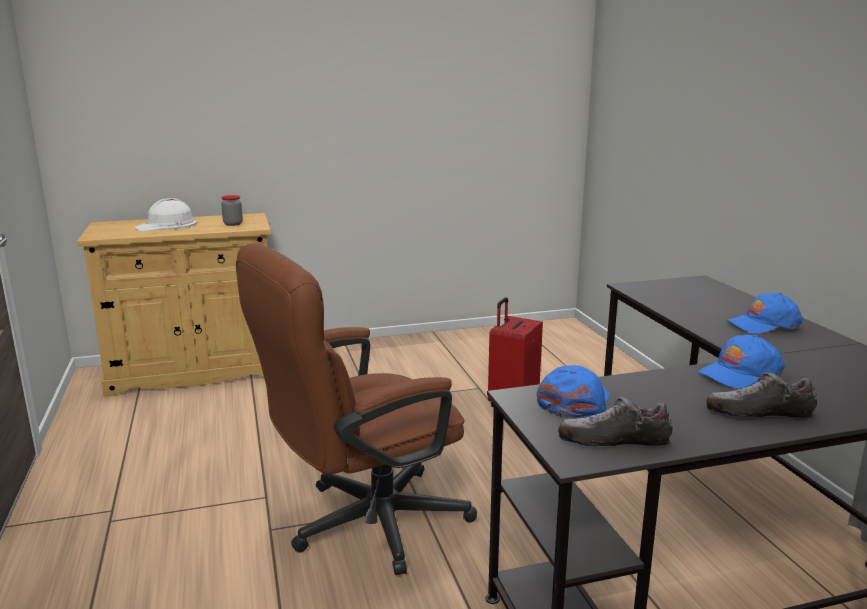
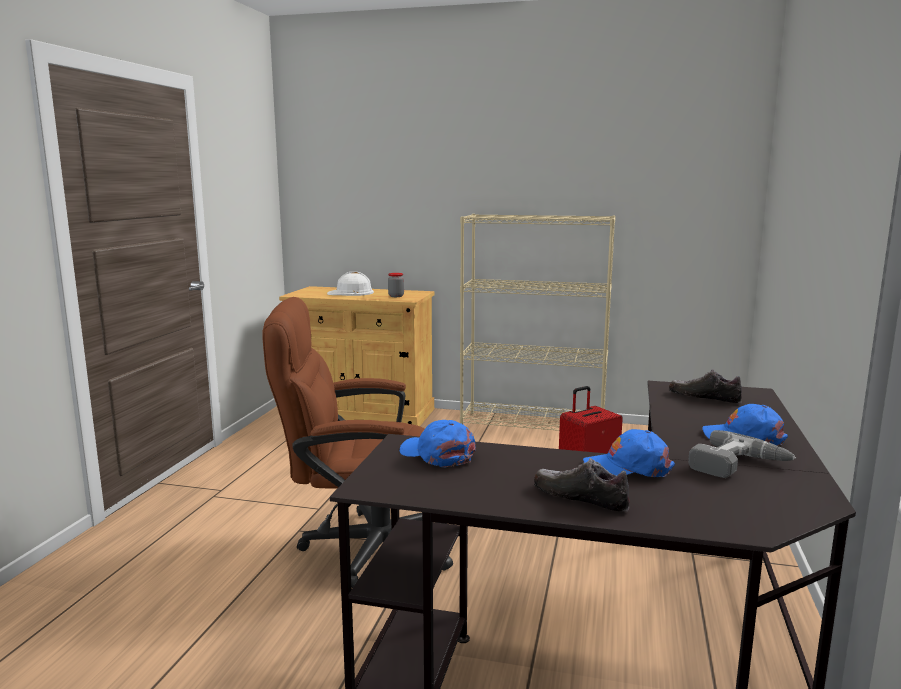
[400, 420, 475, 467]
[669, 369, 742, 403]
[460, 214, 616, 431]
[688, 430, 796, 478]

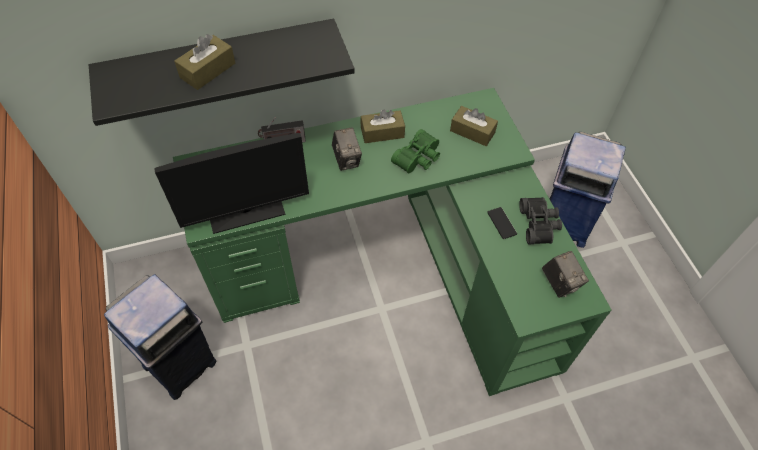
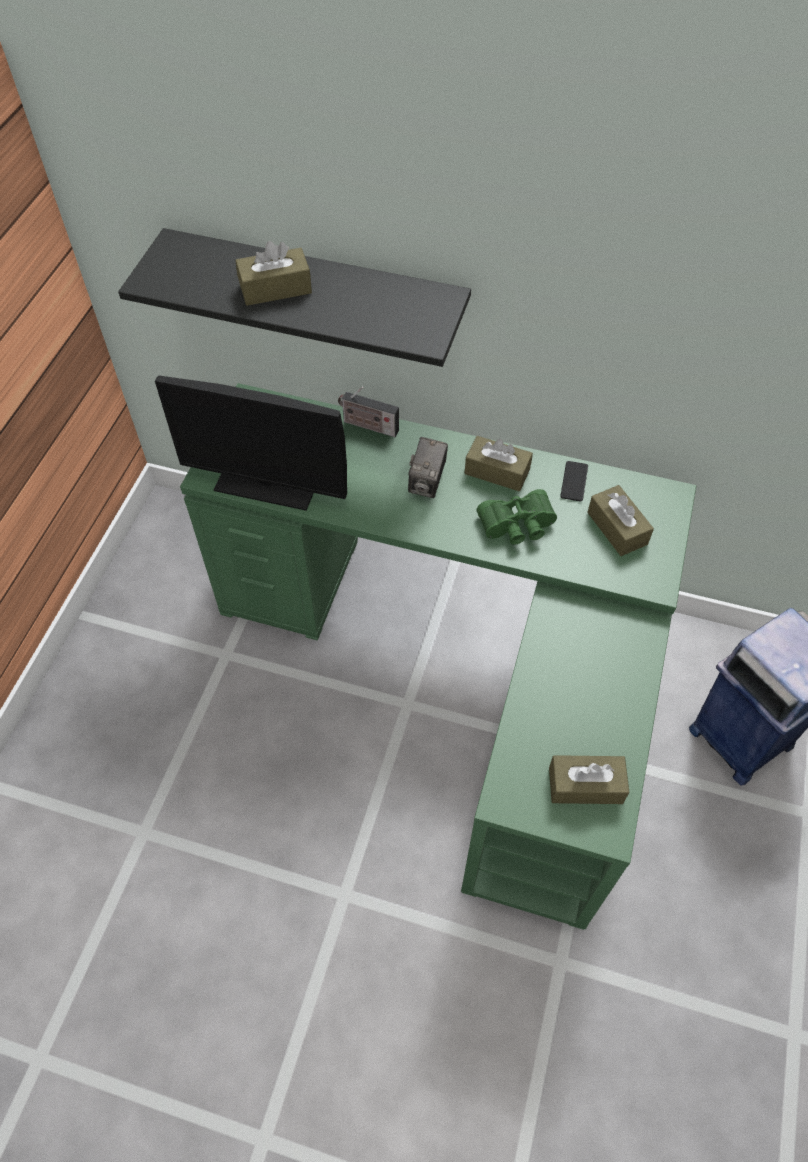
[104, 274, 216, 400] (first image)
[560, 461, 588, 502]
[519, 197, 562, 244] (first image)
[549, 755, 629, 804]

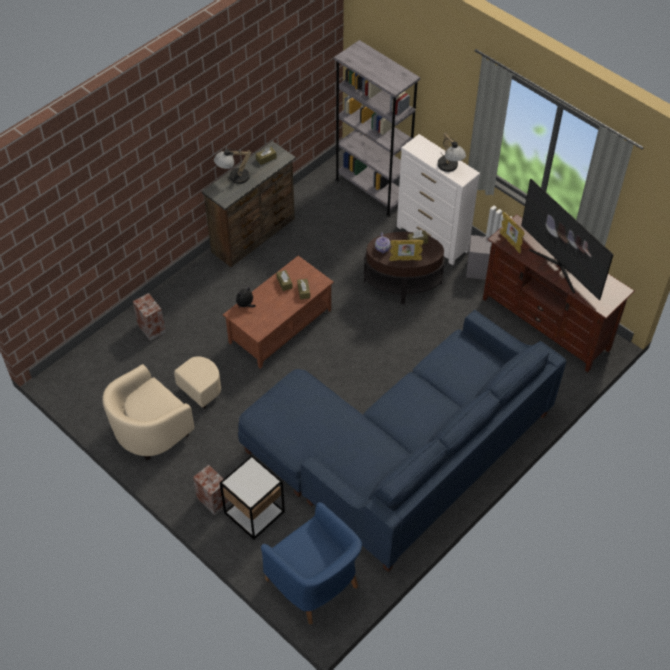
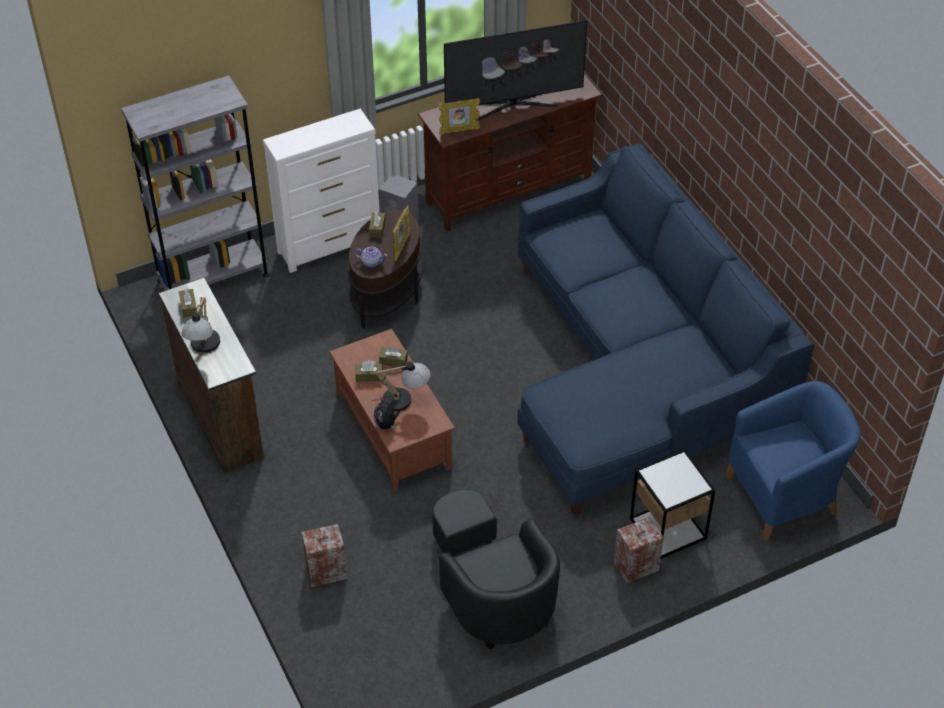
[432, 489, 560, 650]
[376, 362, 431, 412]

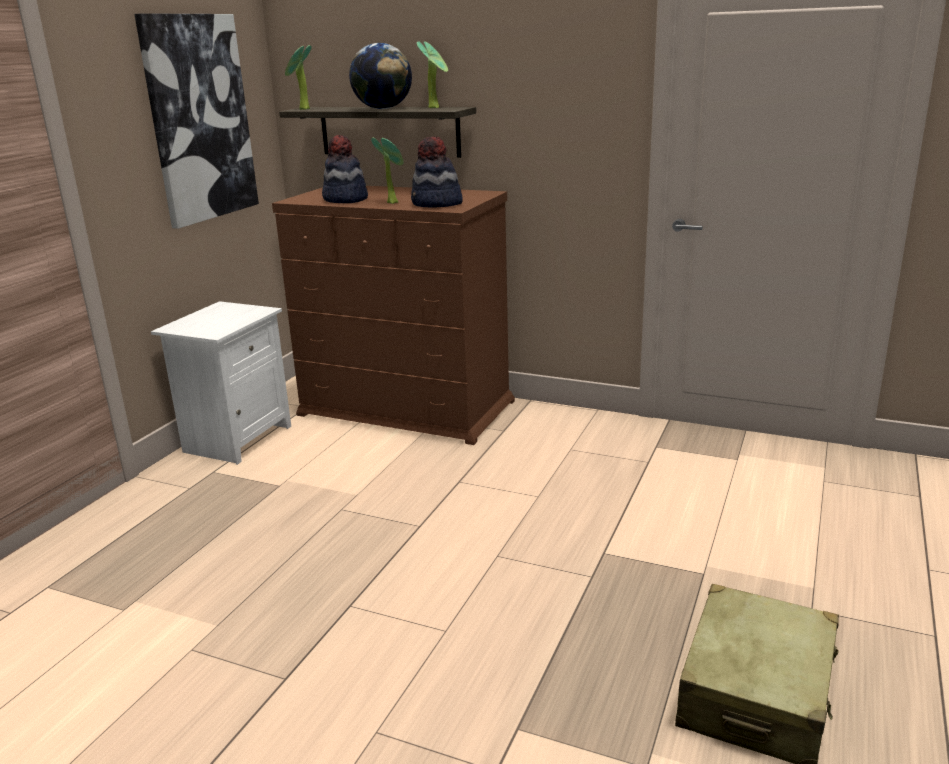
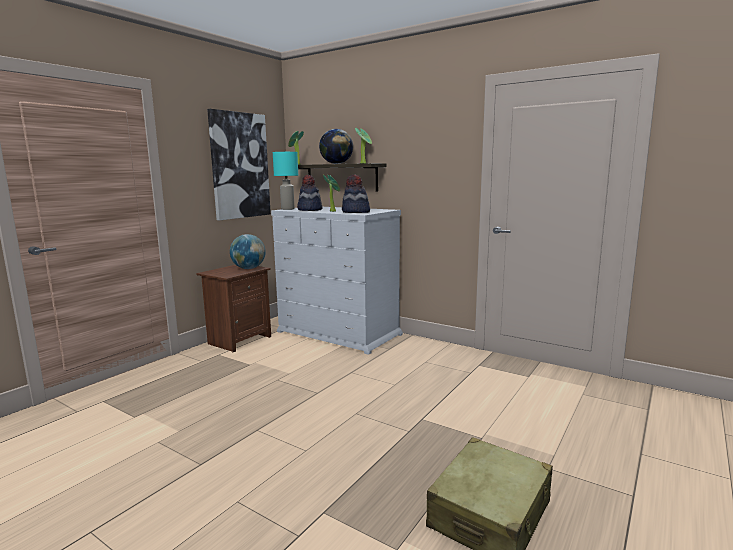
[196, 265, 271, 352]
[271, 207, 403, 355]
[230, 234, 266, 269]
[273, 152, 298, 210]

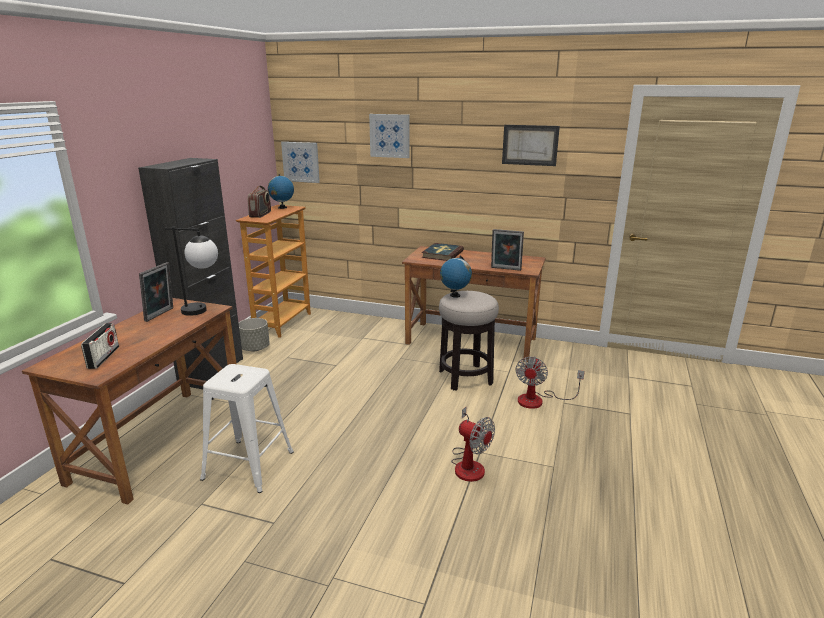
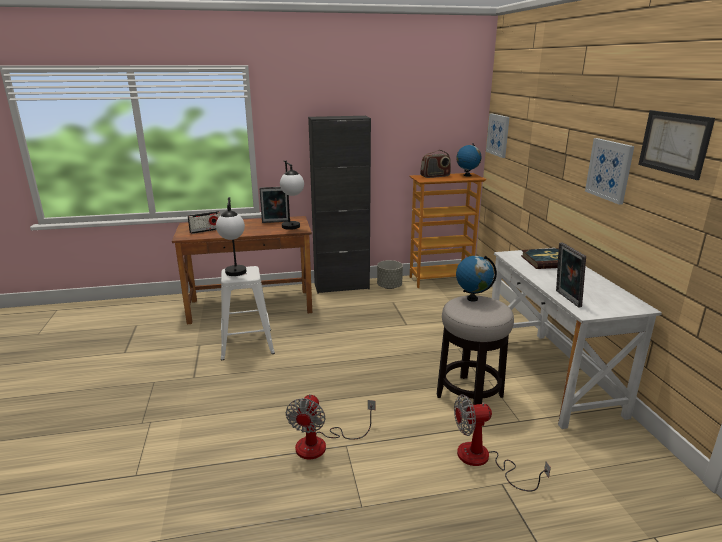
[585, 138, 634, 205]
[492, 248, 662, 429]
[216, 197, 246, 276]

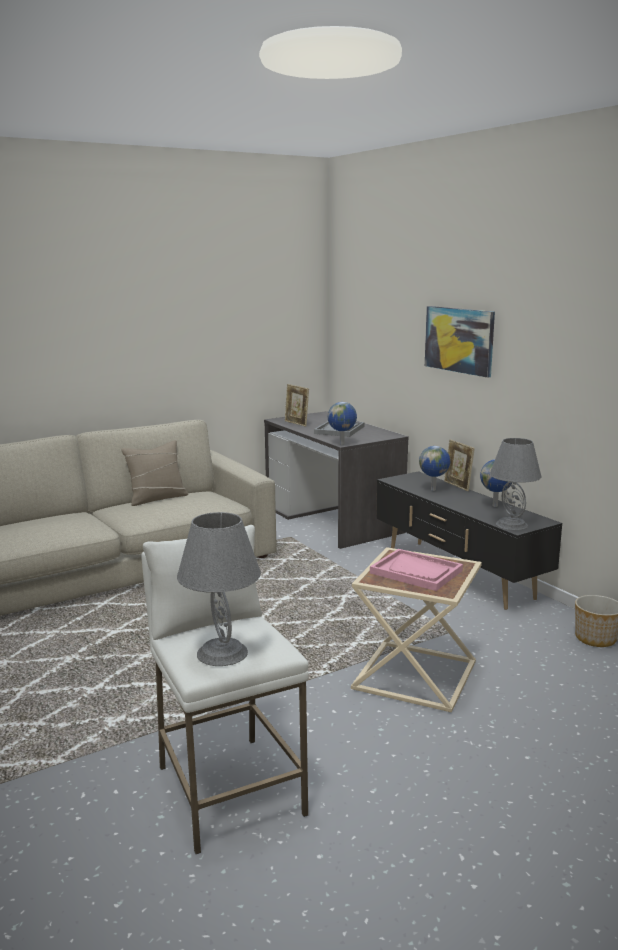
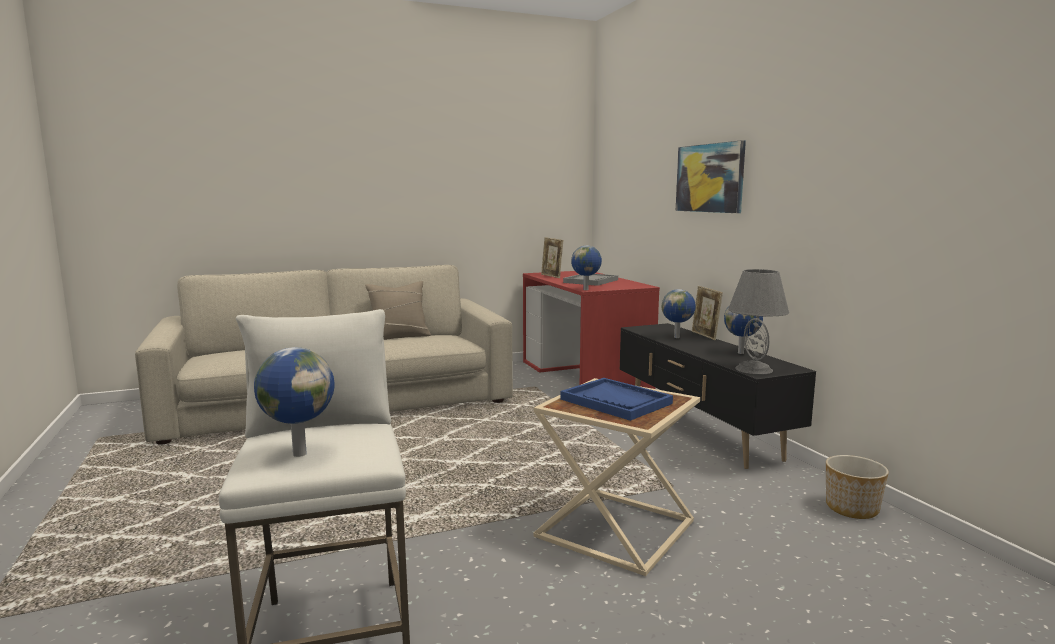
[254, 347, 334, 457]
[523, 271, 660, 389]
[560, 378, 673, 421]

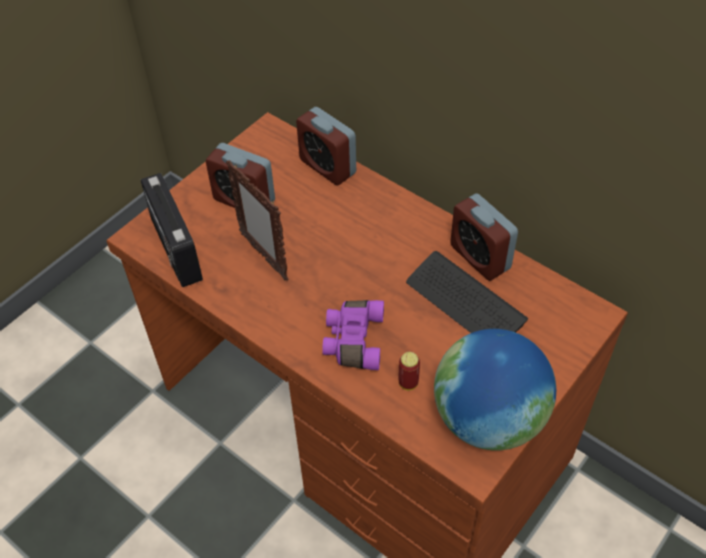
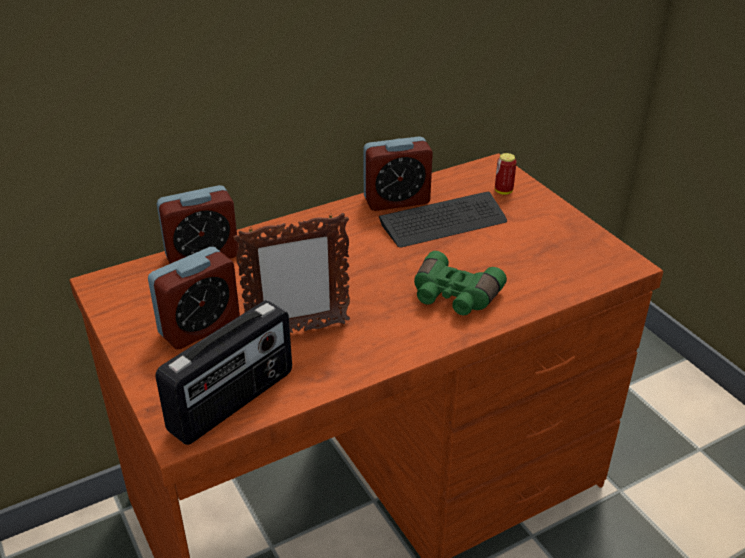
[155, 300, 292, 445]
[414, 251, 507, 315]
[495, 153, 517, 195]
[434, 329, 556, 451] (first image)

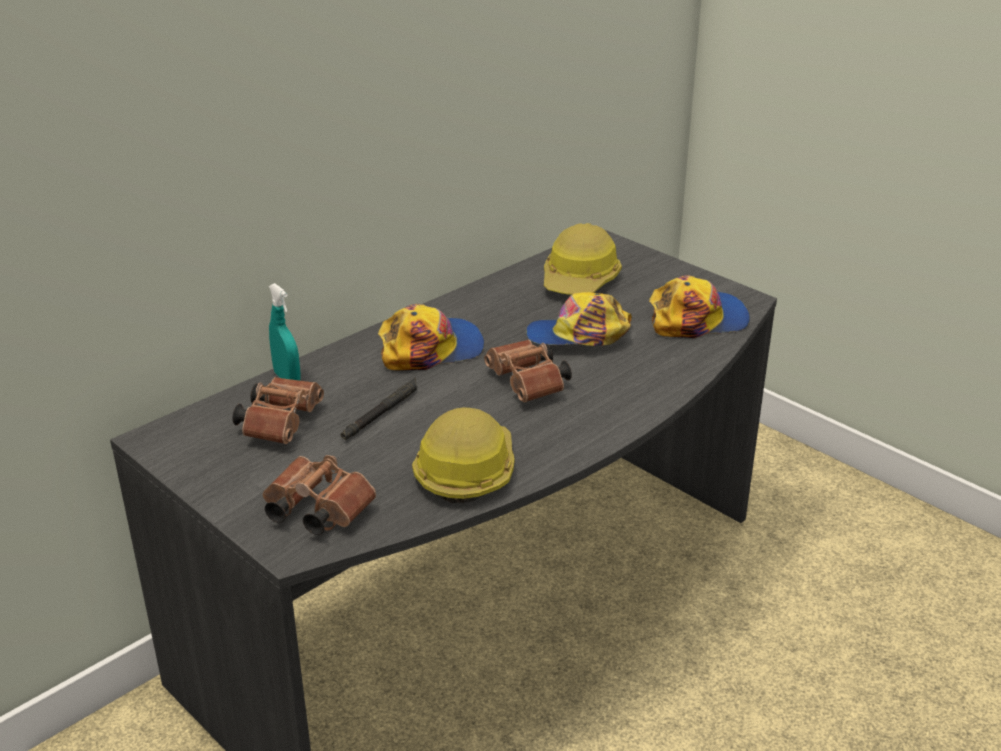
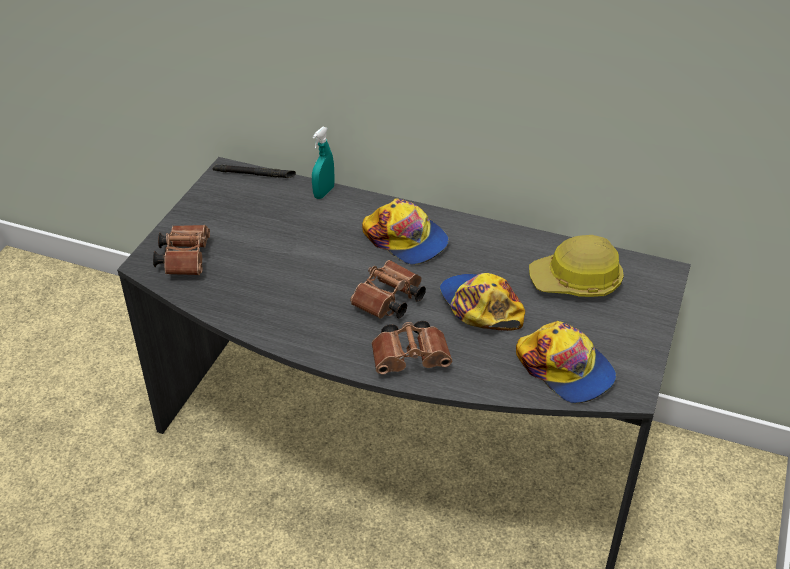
[372, 321, 452, 374]
[213, 164, 296, 178]
[412, 407, 515, 503] (first image)

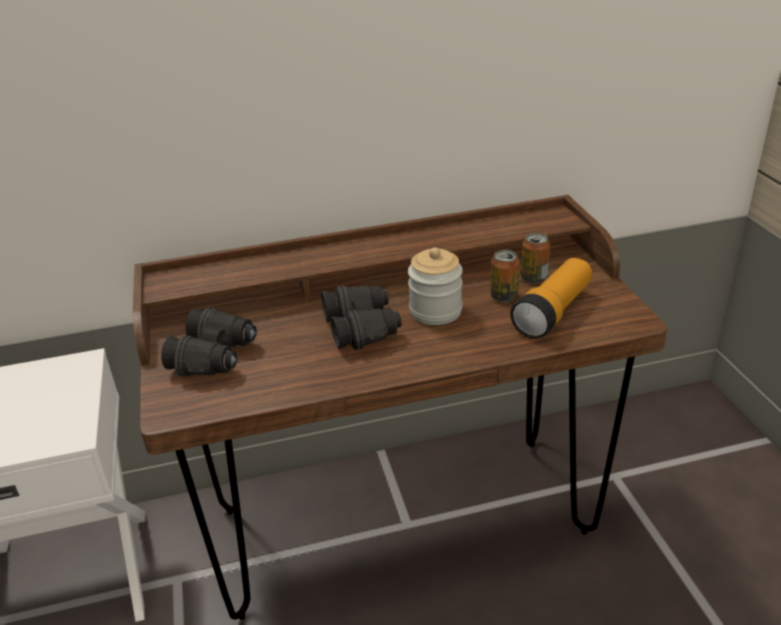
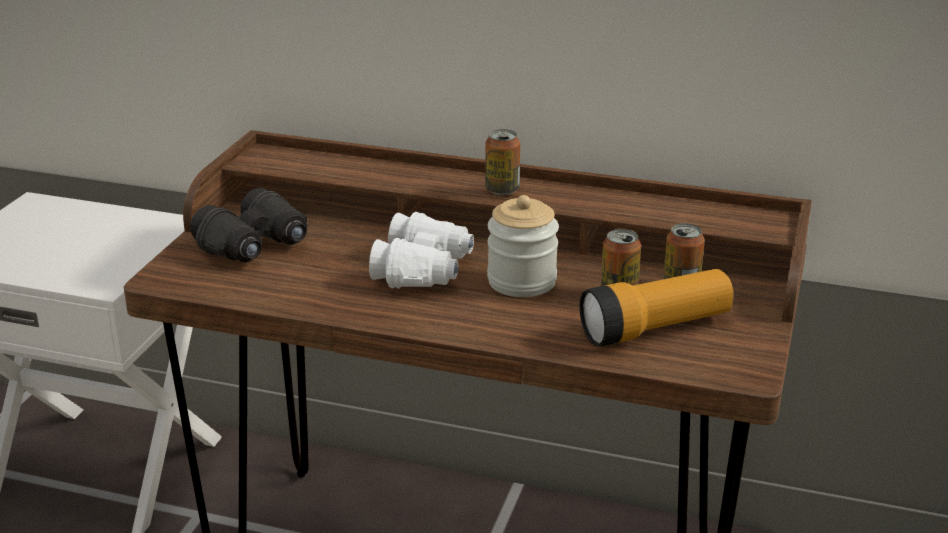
[369, 212, 474, 288]
[485, 129, 520, 195]

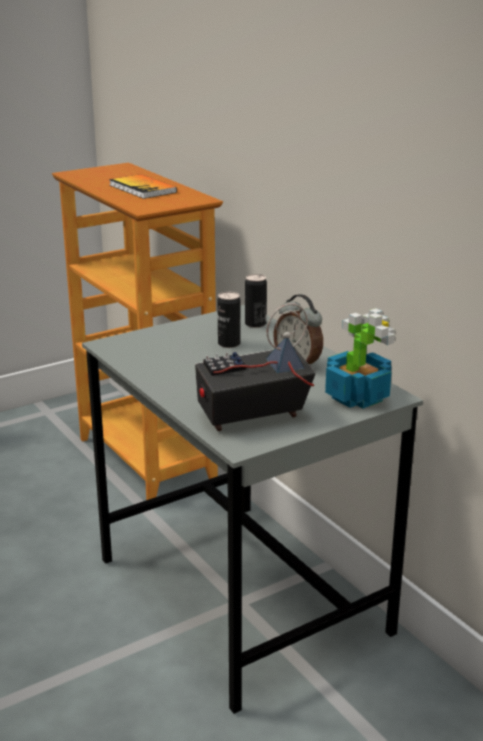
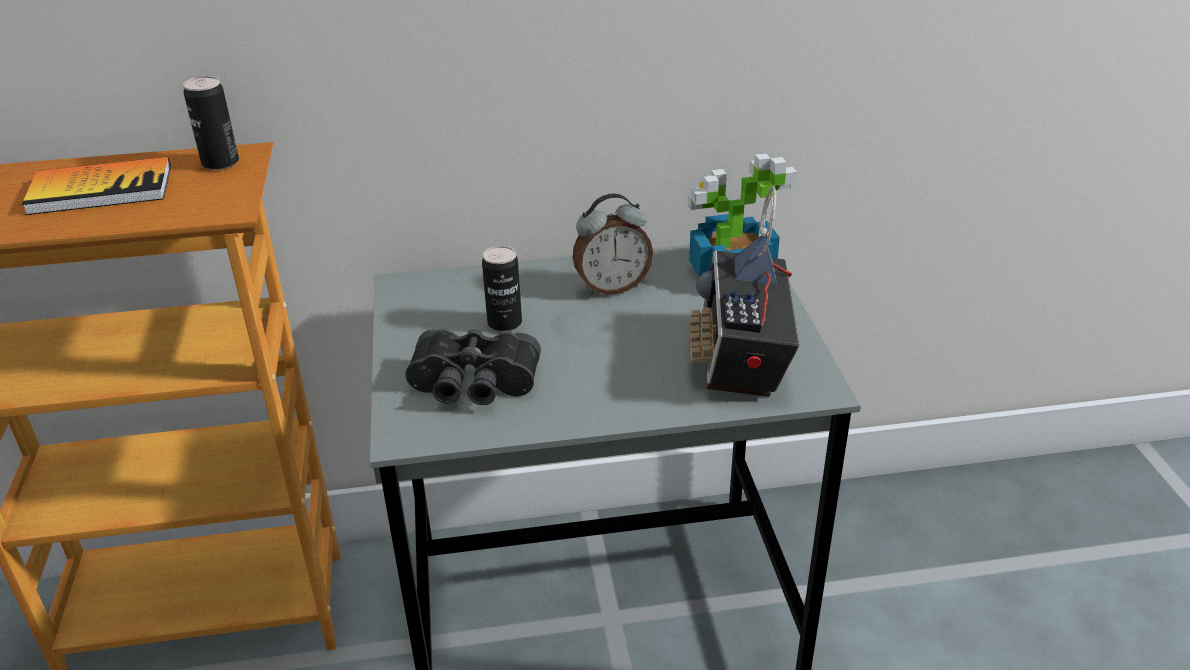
[183, 76, 239, 170]
[405, 329, 541, 405]

